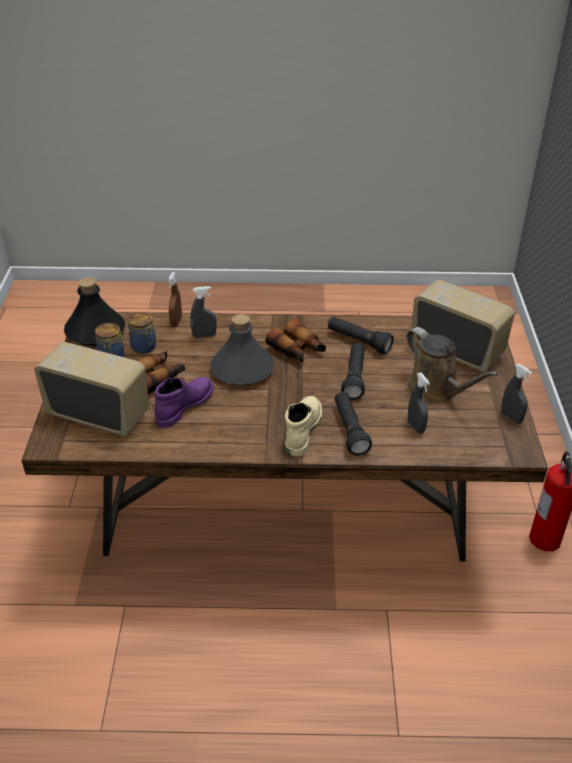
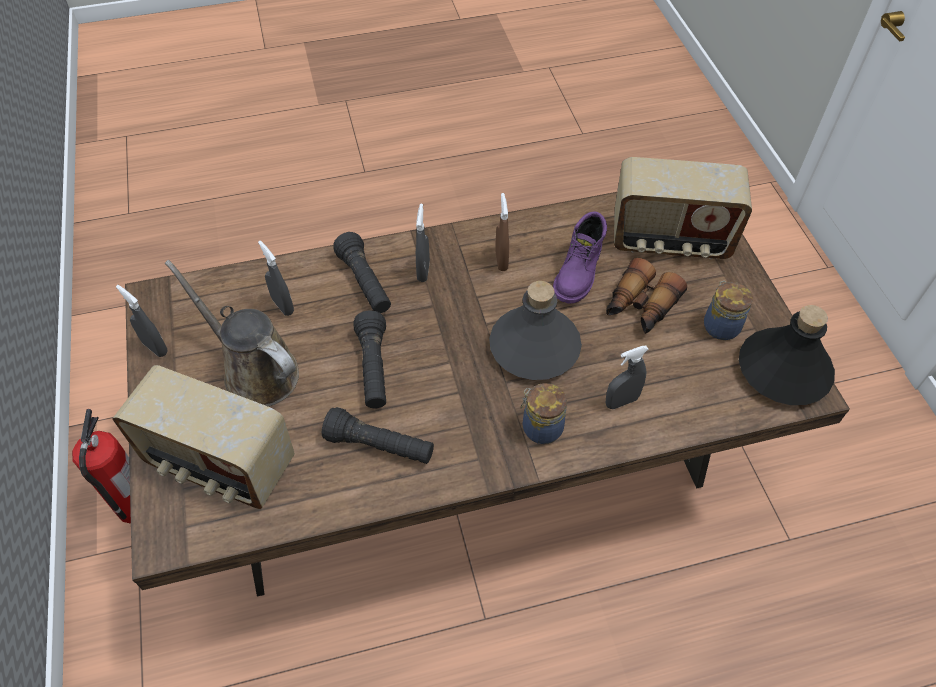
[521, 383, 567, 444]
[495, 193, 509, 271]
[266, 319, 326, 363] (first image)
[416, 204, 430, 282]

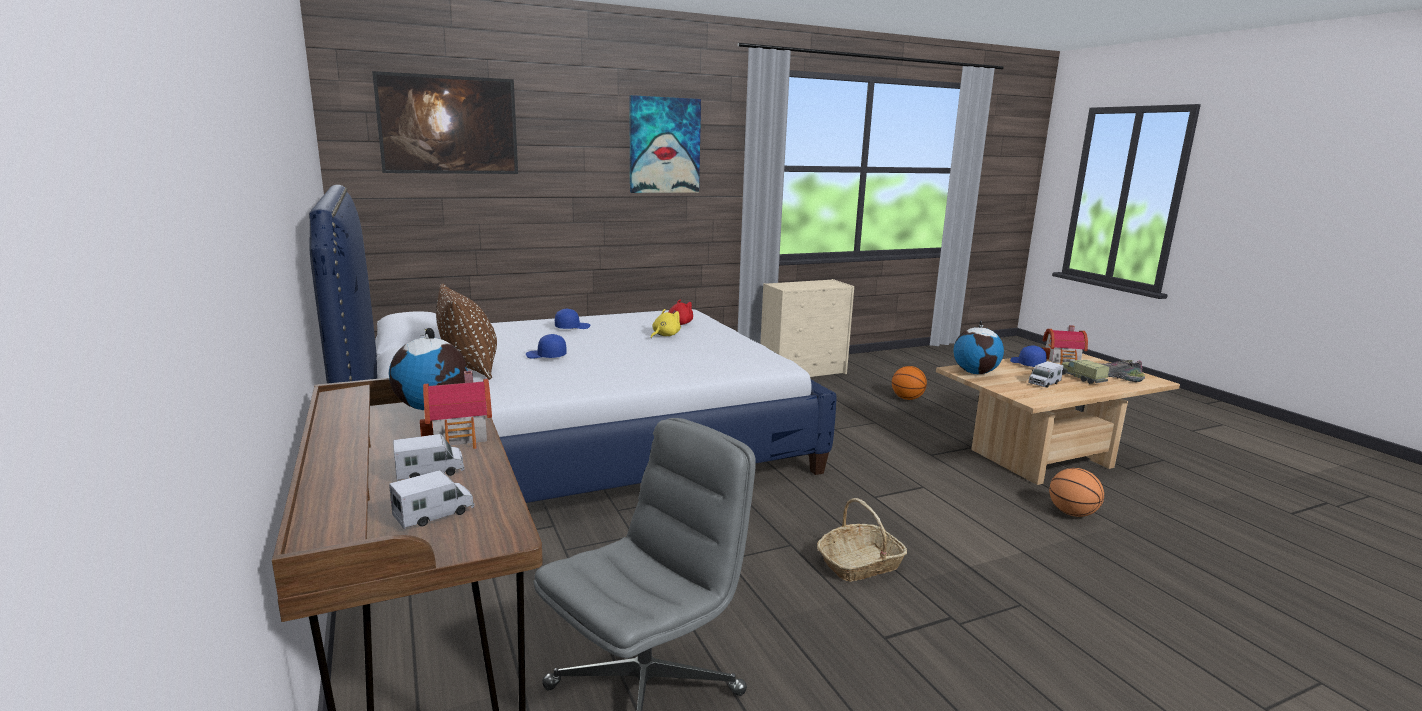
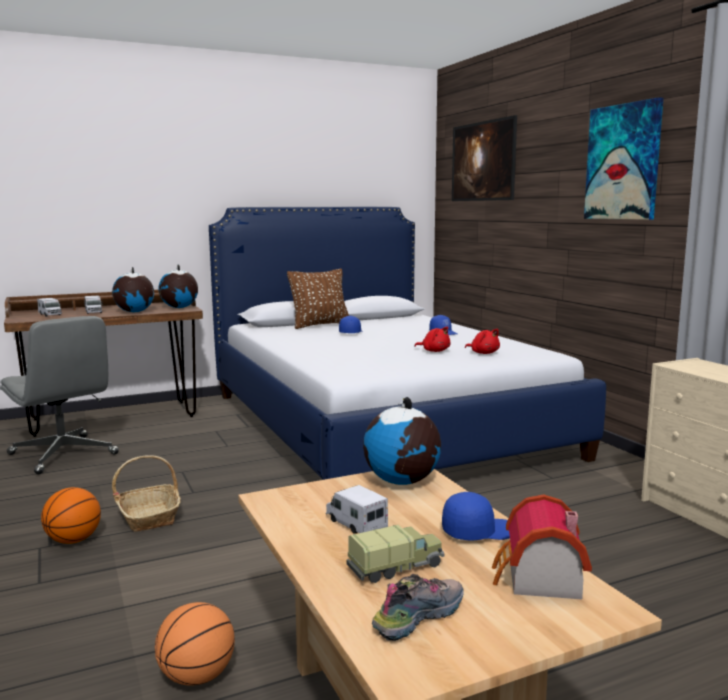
[112, 267, 154, 312]
[414, 327, 451, 352]
[41, 487, 101, 544]

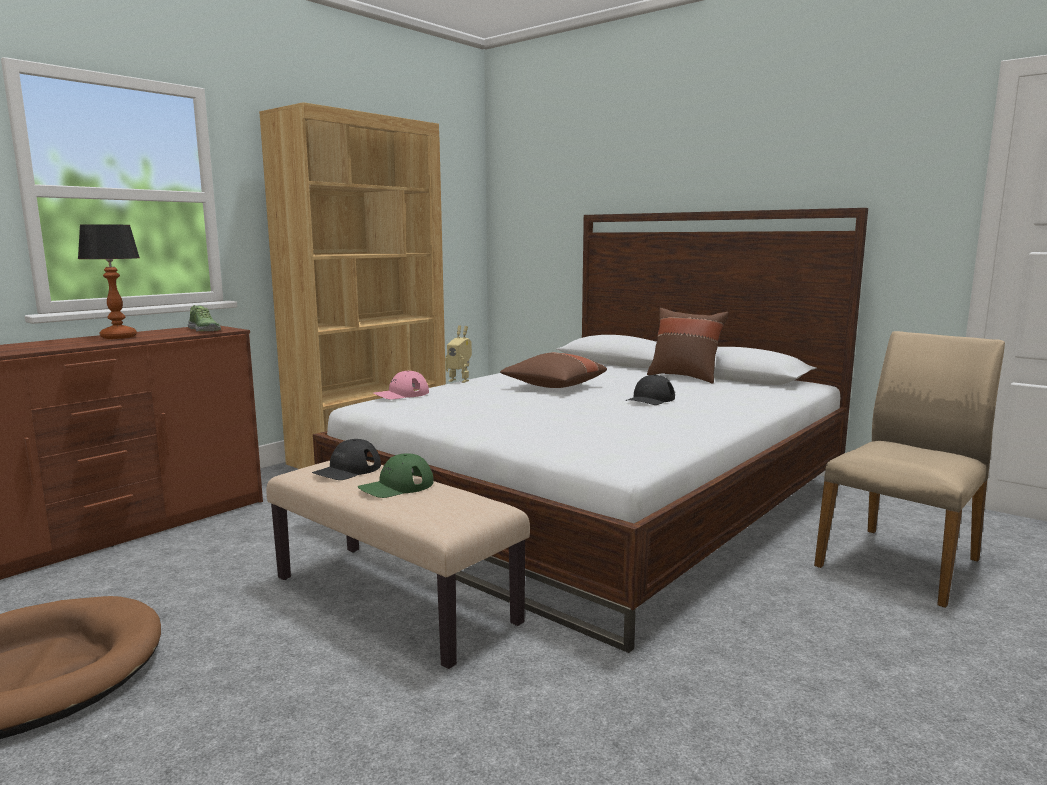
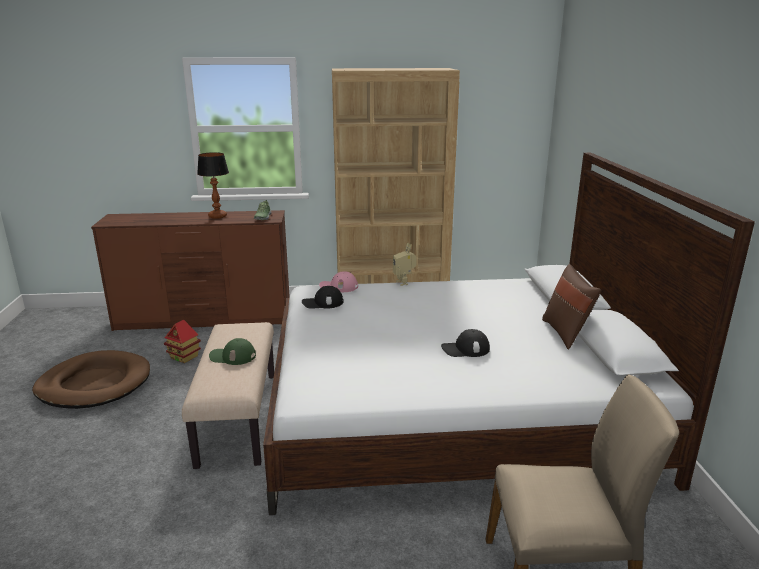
[302, 286, 344, 309]
[500, 353, 607, 388] (first image)
[164, 320, 201, 363]

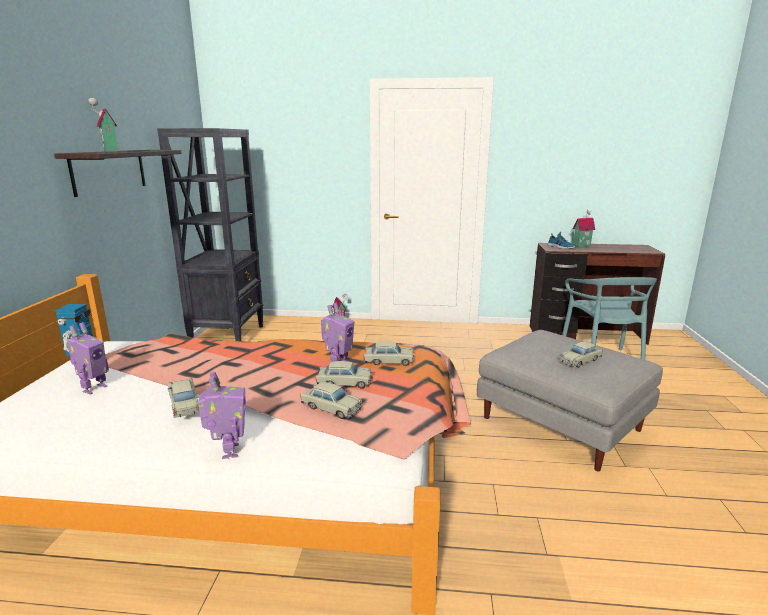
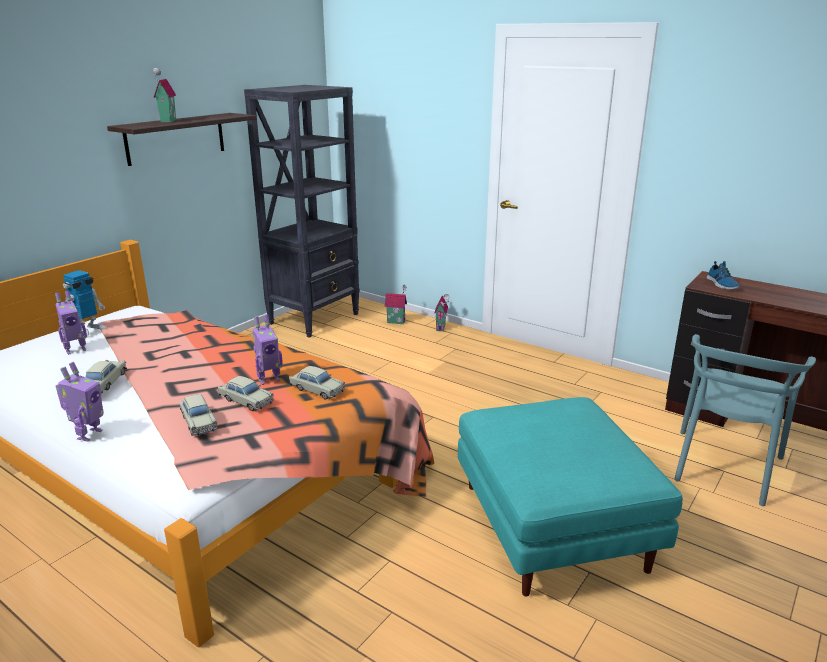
[458, 397, 683, 597]
[560, 341, 603, 368] (first image)
[385, 285, 407, 324]

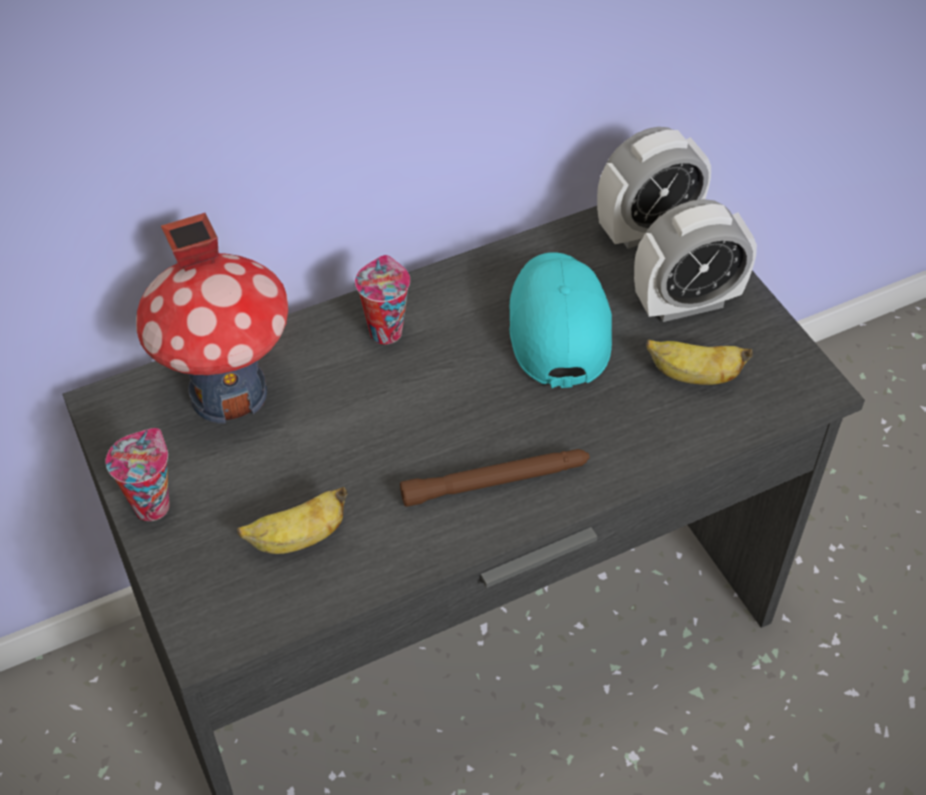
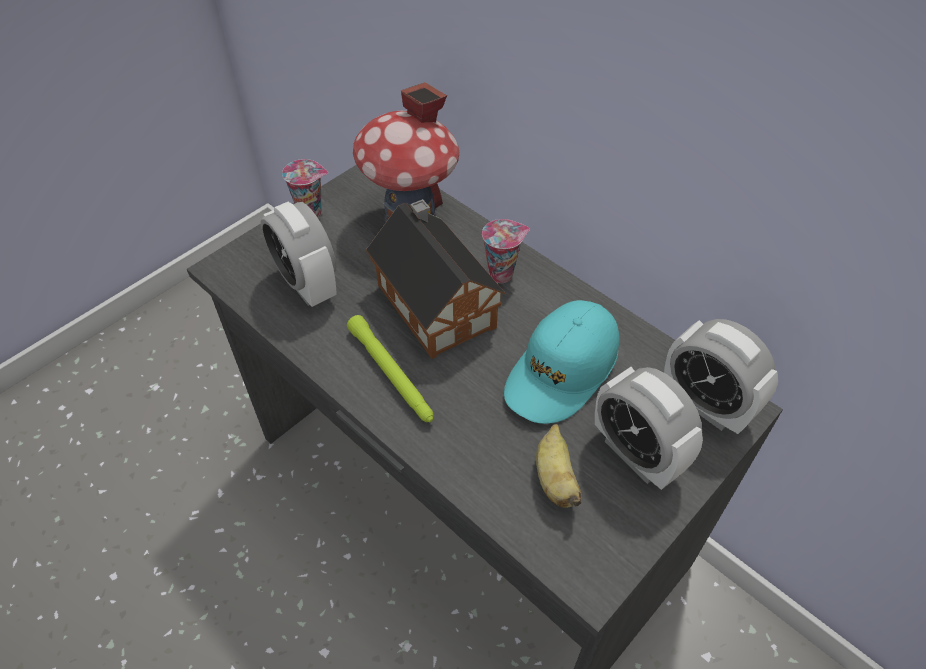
[260, 202, 337, 307]
[347, 315, 434, 422]
[504, 300, 619, 424]
[366, 199, 506, 359]

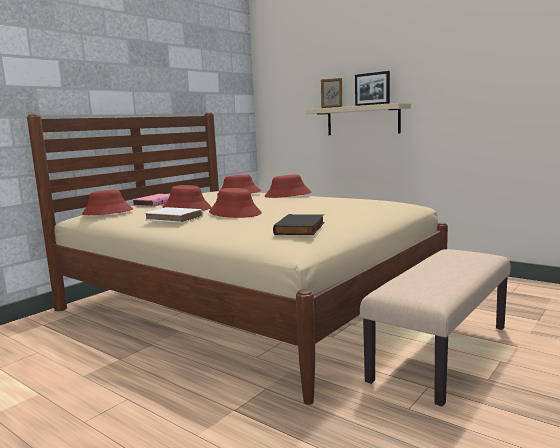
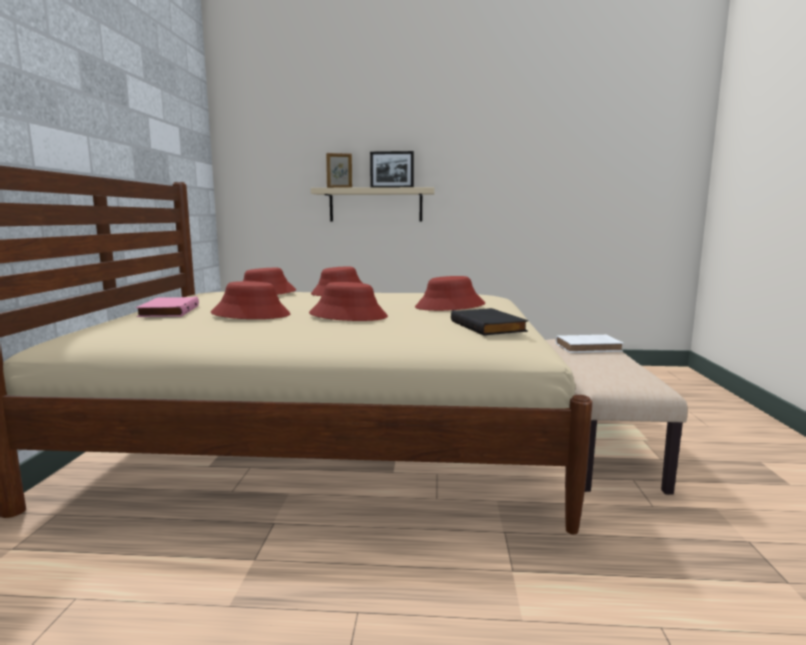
[415, 276, 485, 311]
[556, 335, 624, 353]

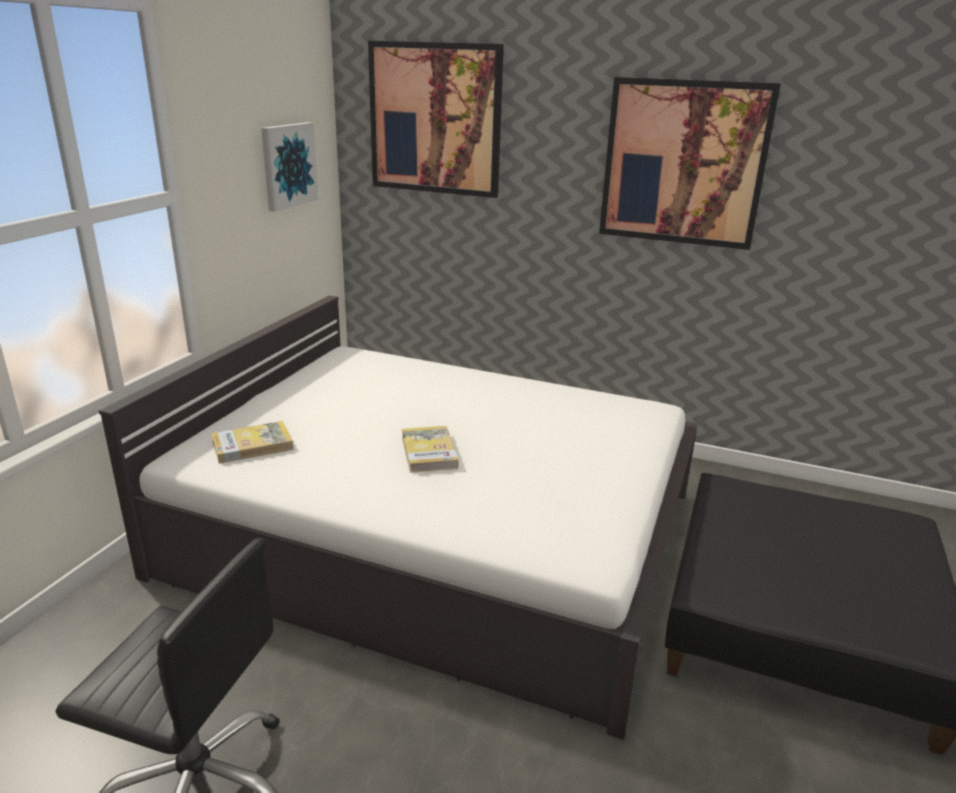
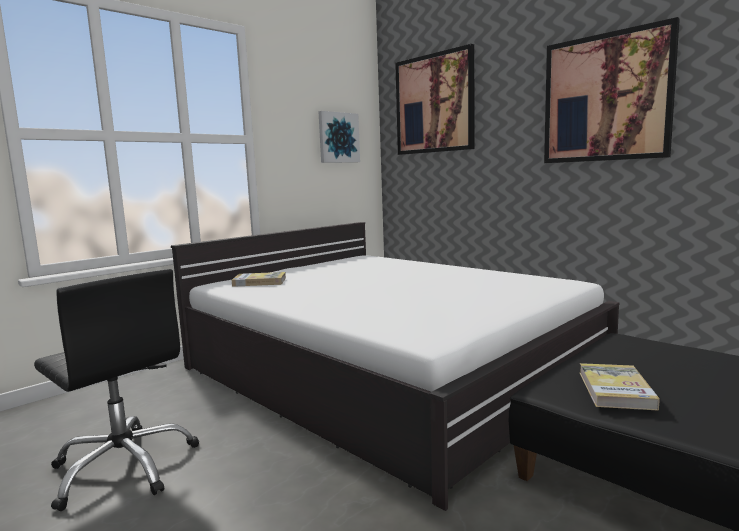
[580, 363, 660, 410]

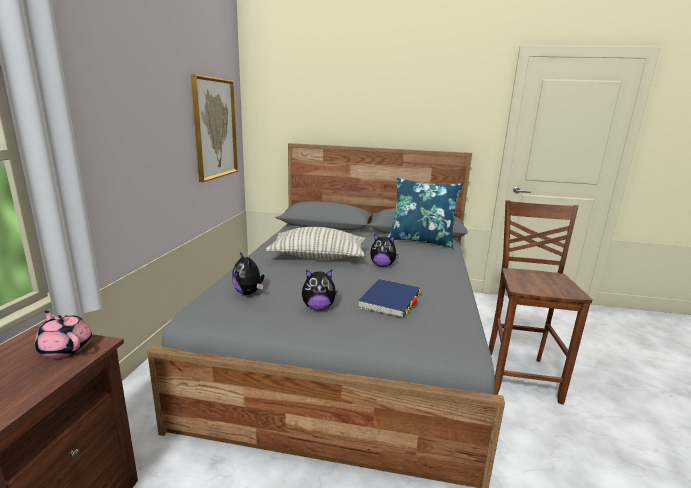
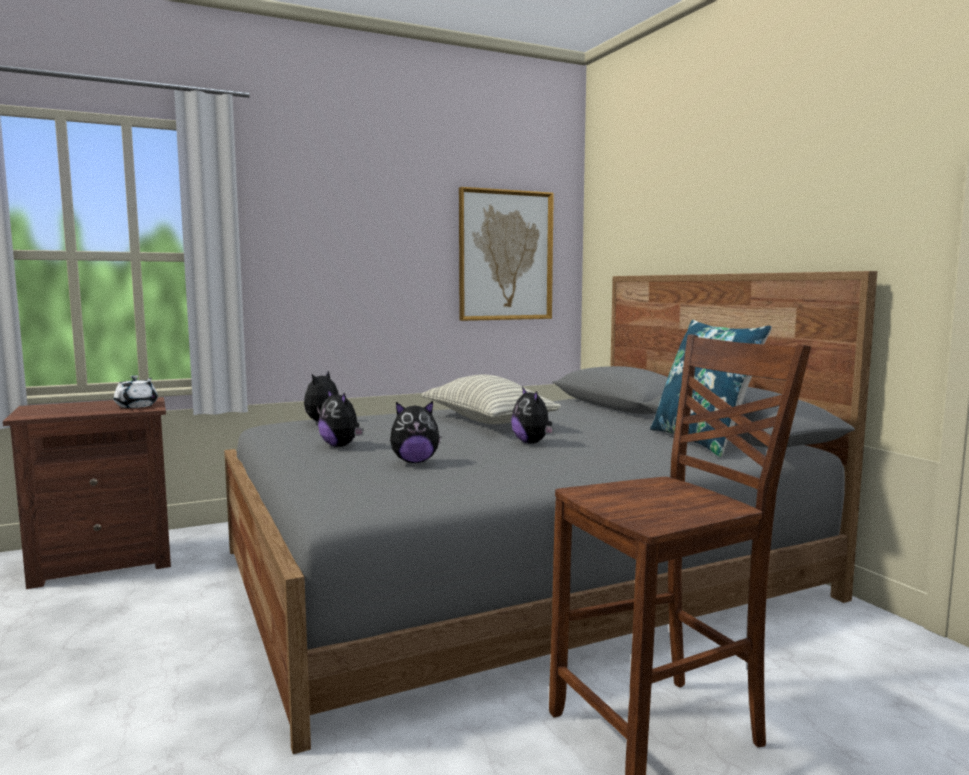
[114, 375, 158, 408]
[390, 401, 442, 463]

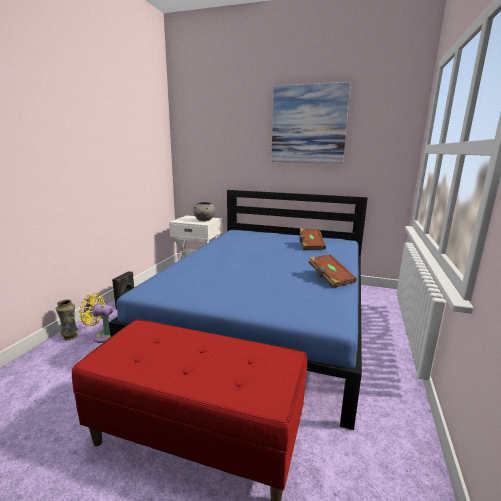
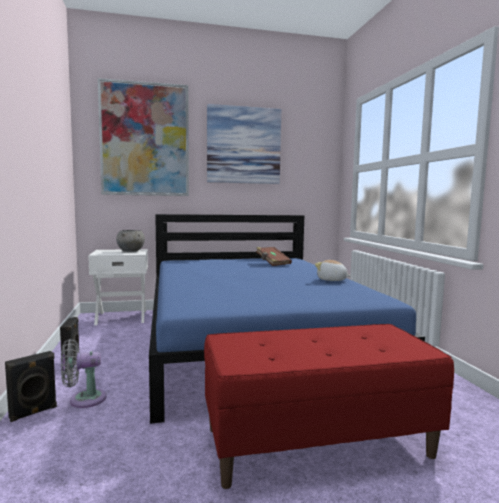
[5, 351, 57, 422]
[61, 339, 107, 408]
[315, 260, 351, 281]
[98, 78, 189, 196]

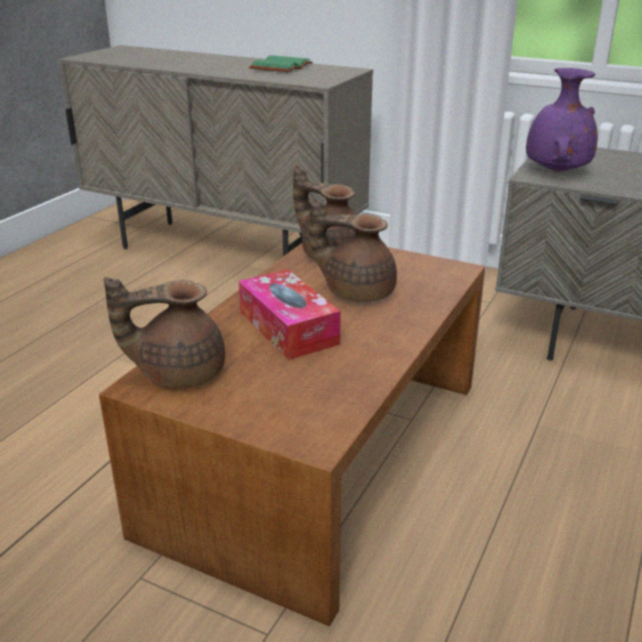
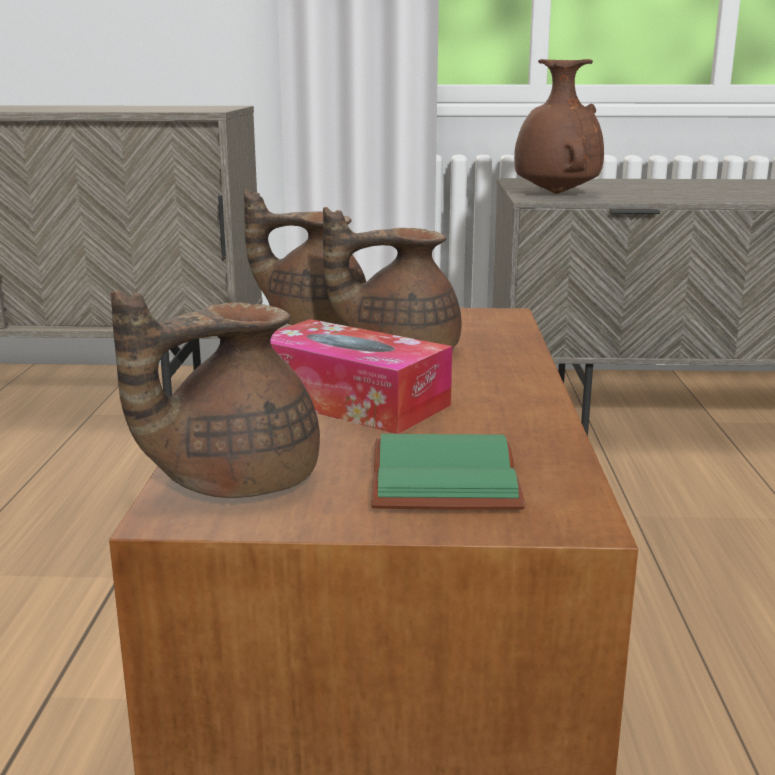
[371, 434, 525, 510]
[514, 59, 604, 194]

